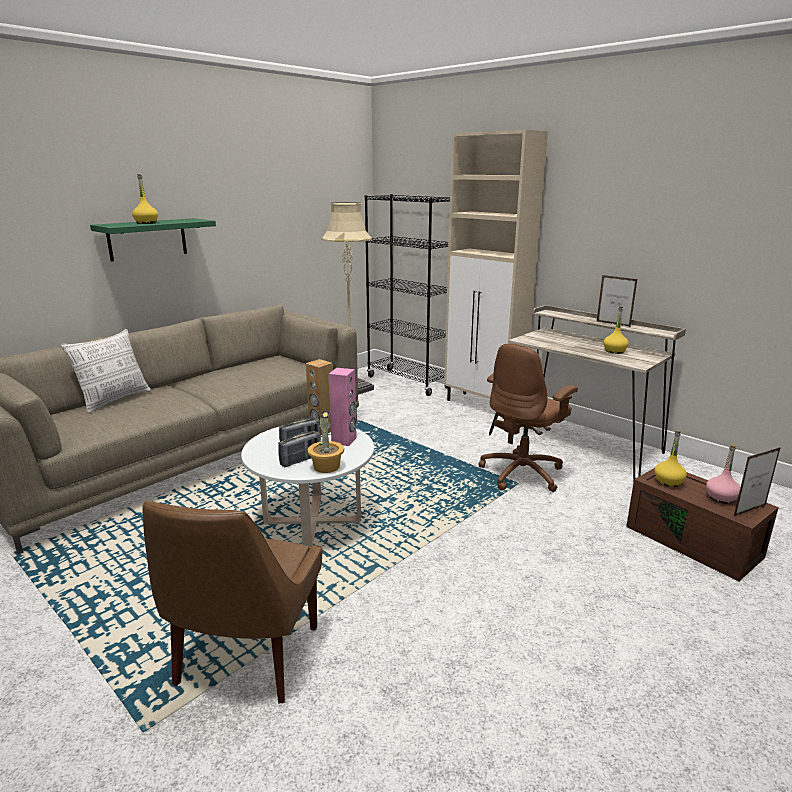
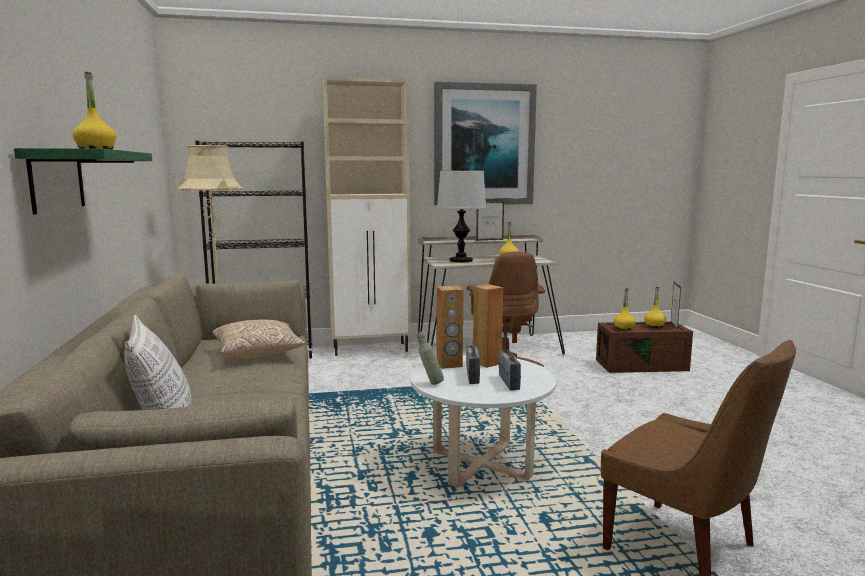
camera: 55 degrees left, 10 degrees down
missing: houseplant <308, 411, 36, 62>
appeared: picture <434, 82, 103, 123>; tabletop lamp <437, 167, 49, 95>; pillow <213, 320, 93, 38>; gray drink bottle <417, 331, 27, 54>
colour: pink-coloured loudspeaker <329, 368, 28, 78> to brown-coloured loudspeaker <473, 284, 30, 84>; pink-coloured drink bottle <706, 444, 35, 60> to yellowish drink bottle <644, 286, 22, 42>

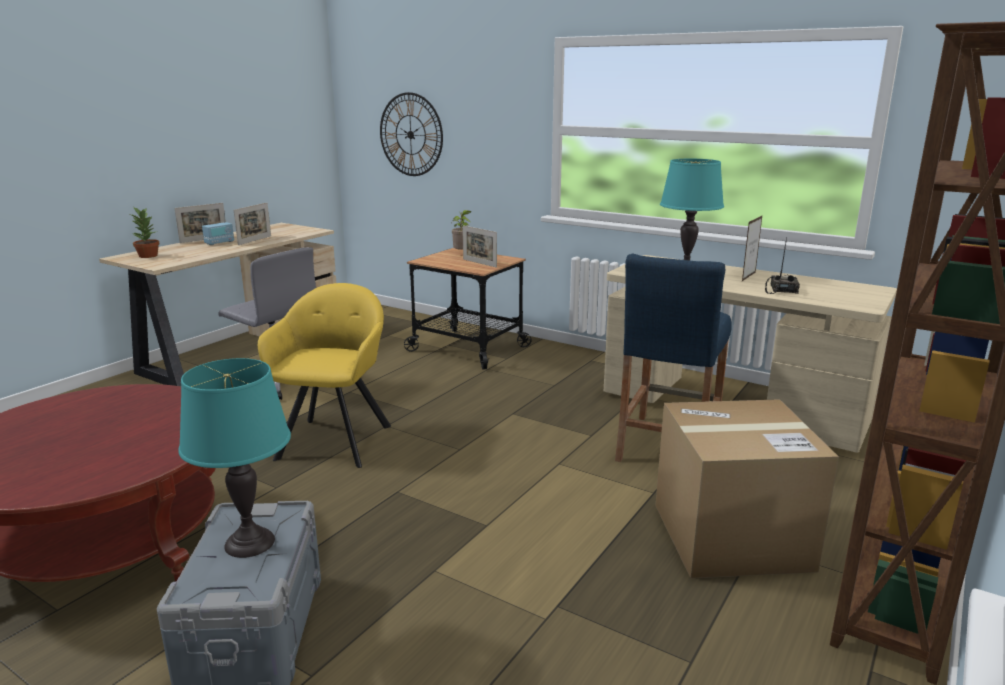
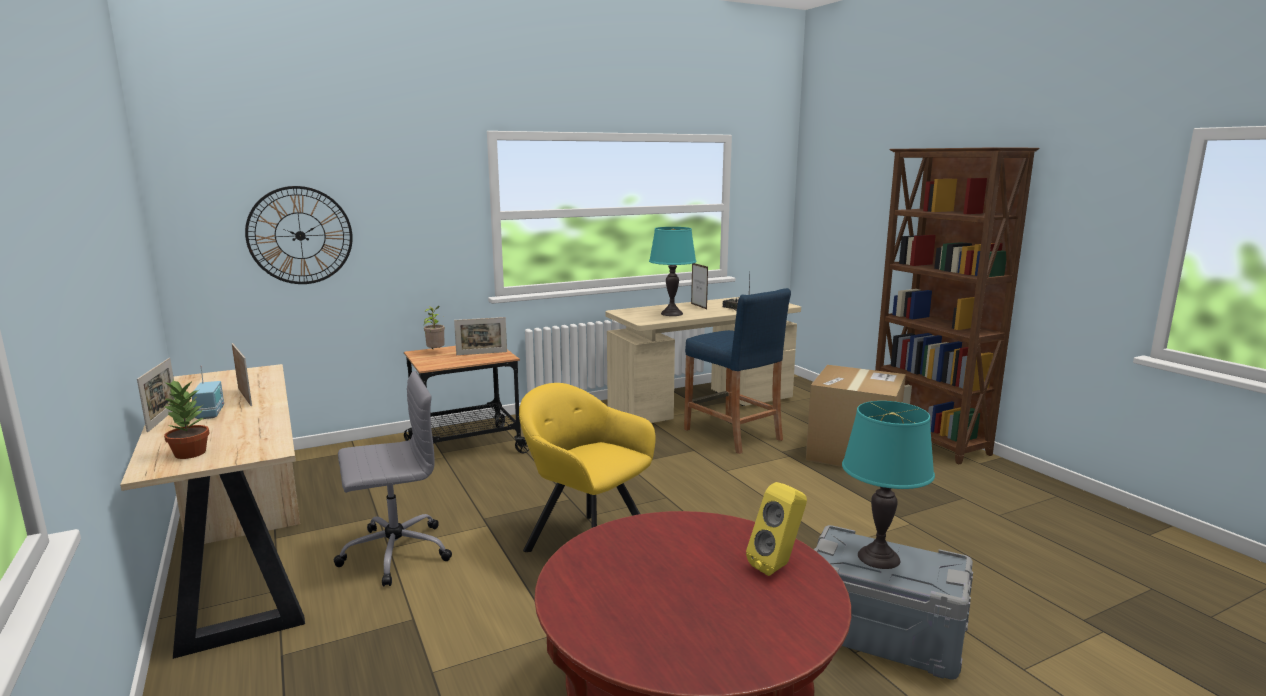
camera: 60 degrees left, 5 degrees down
appeared: yellowish loudspeaker <746, 482, 61, 94>

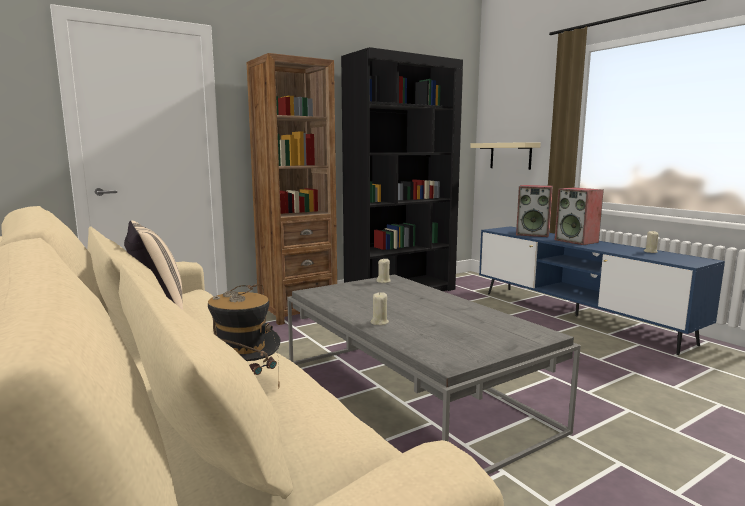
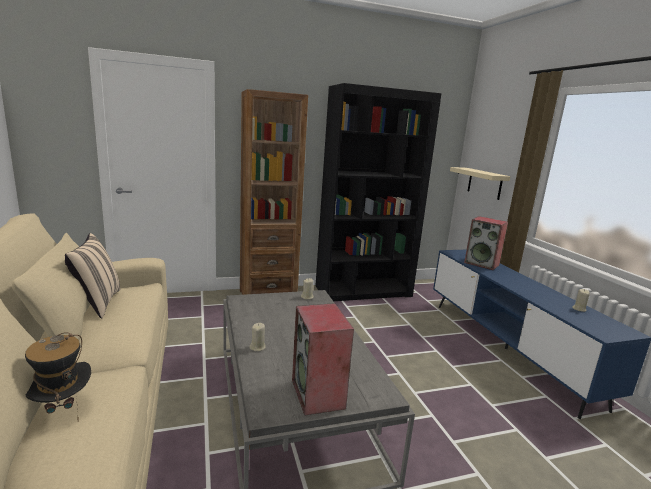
camera: 15 degrees right, 5 degrees up
relocated: loudspeaker <555, 188, 49, 57> to <292, 303, 62, 112>

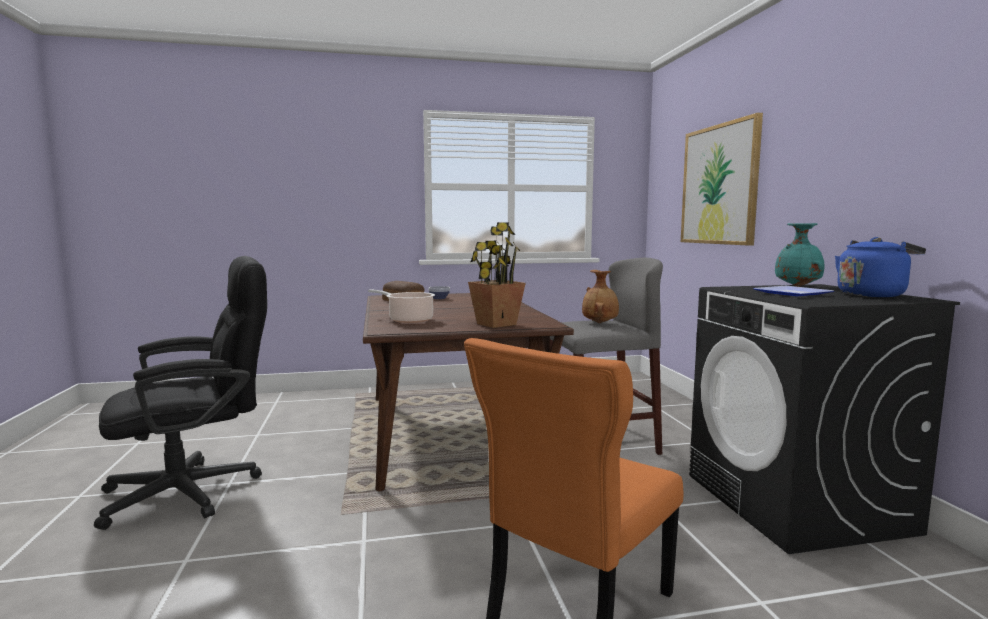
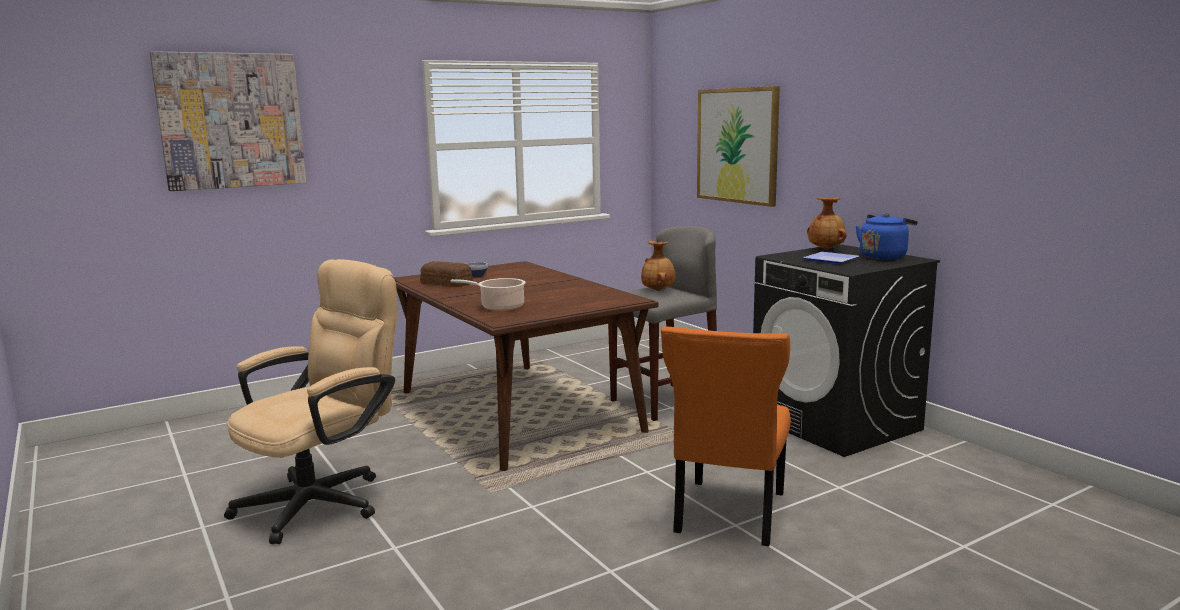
camera: 20 degrees left, 5 degrees up
missing: houseplant <468, 222, 58, 106>
appeared: picture <150, 51, 156, 140>
colour: turquoise-coloured vase <775, 223, 49, 64> to brown-coloured vase <807, 197, 40, 53>; blackish desk chair <94, 256, 173, 274> to beige desk chair <224, 259, 174, 285>

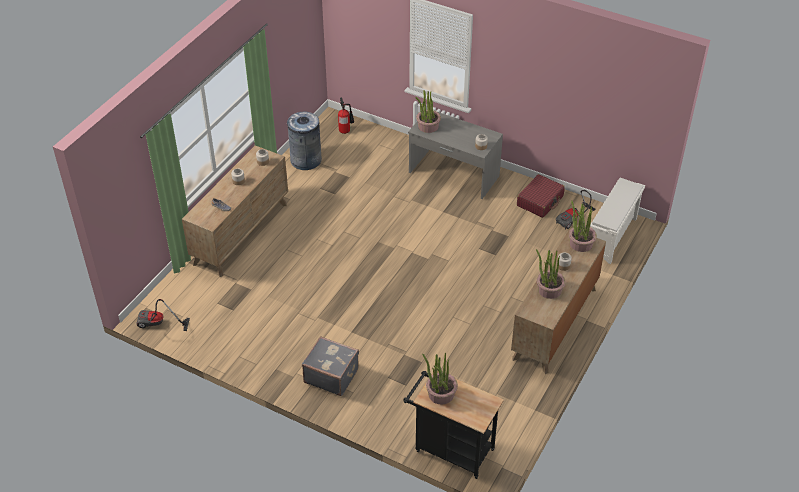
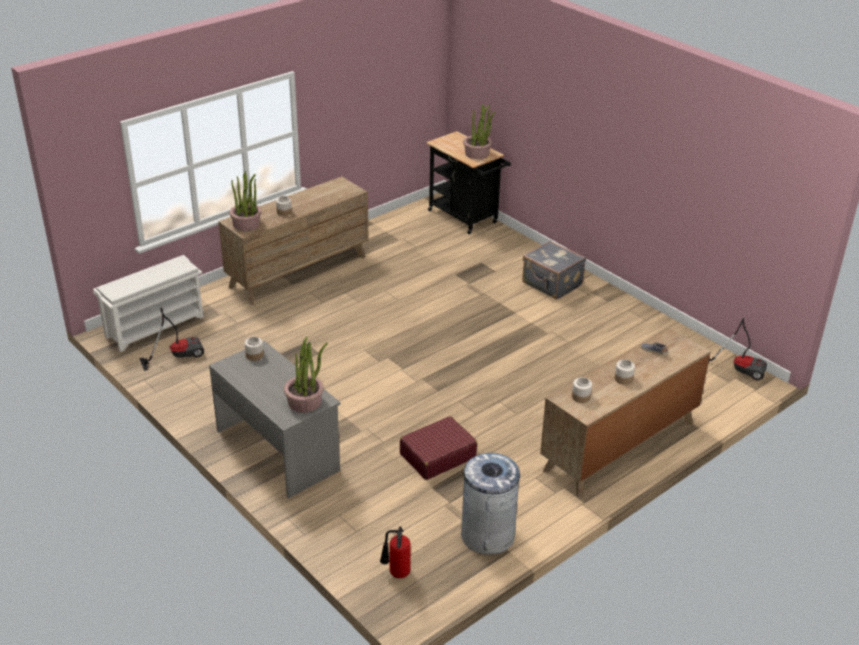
camera: 160 degrees left, 10 degrees down
missing: houseplant <536, 249, 30, 50>
relocated: red-coloured travel case <517, 174, 48, 44> to <400, 416, 77, 64>

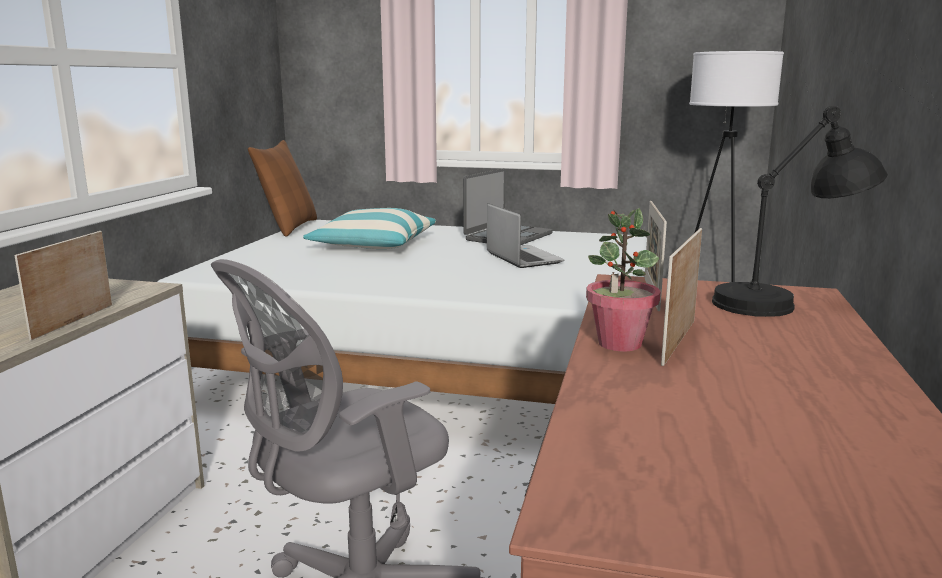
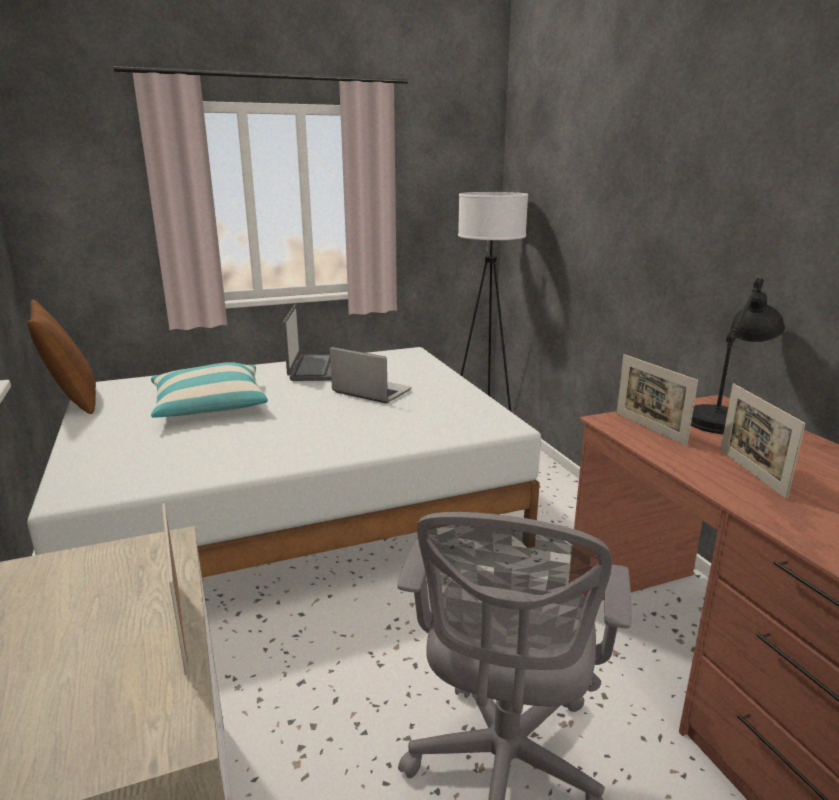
camera: 35 degrees left, 5 degrees up
missing: houseplant <586, 208, 75, 143>

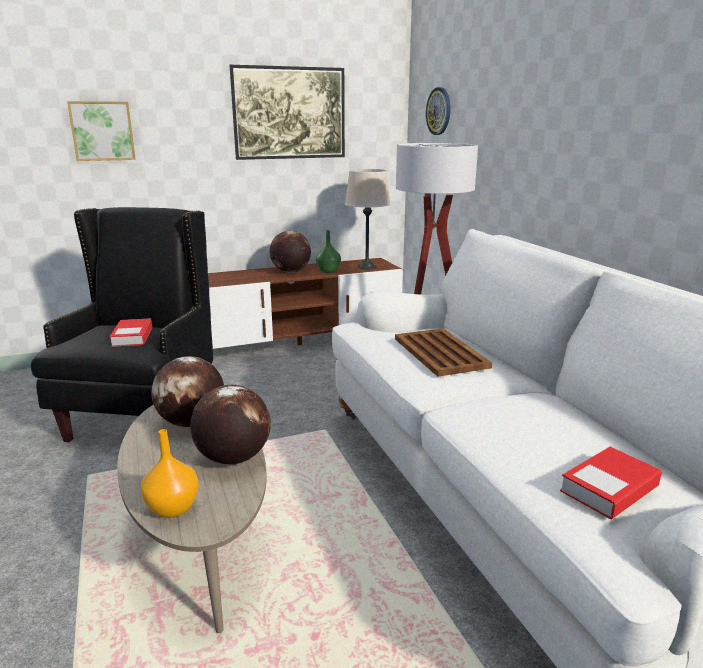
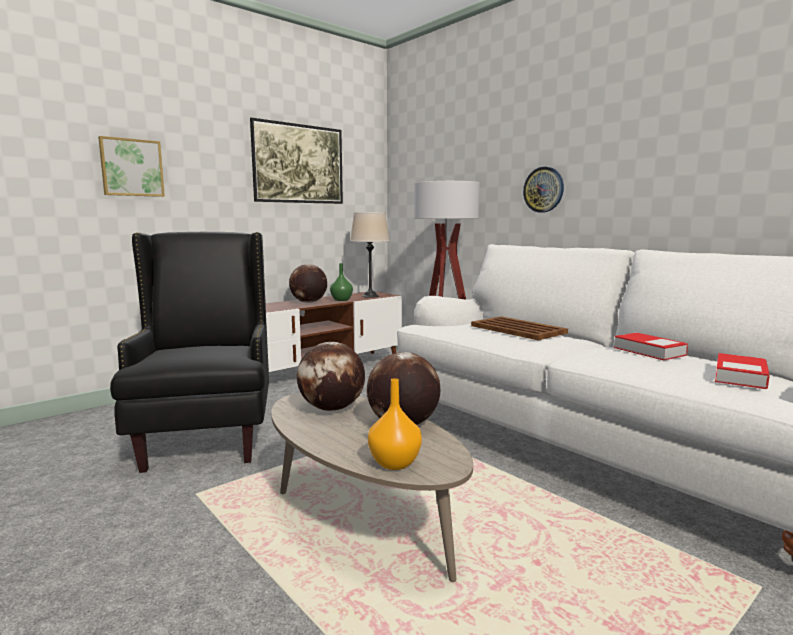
camera: 20 degrees left, 10 degrees down
relocated: hanging clock <426, 87, 25, 48> to <523, 167, 41, 46>; book <110, 319, 42, 28> to <614, 333, 74, 27>

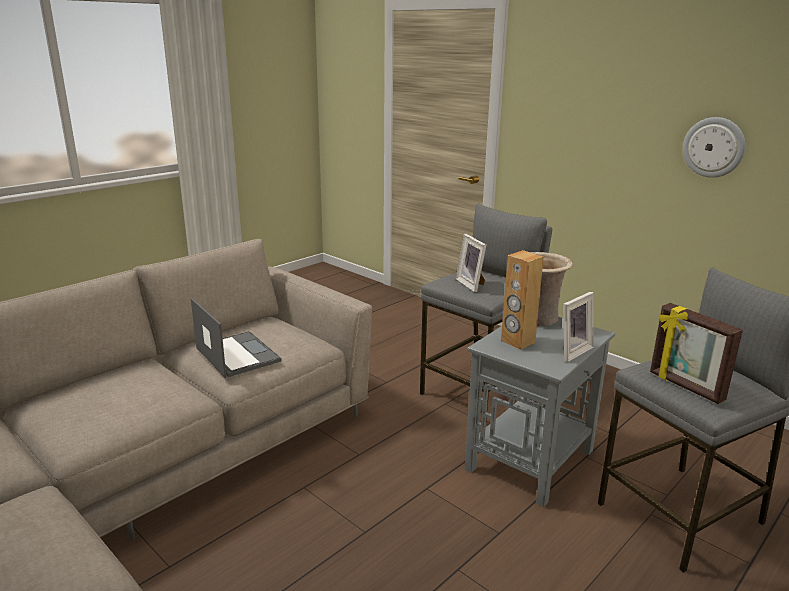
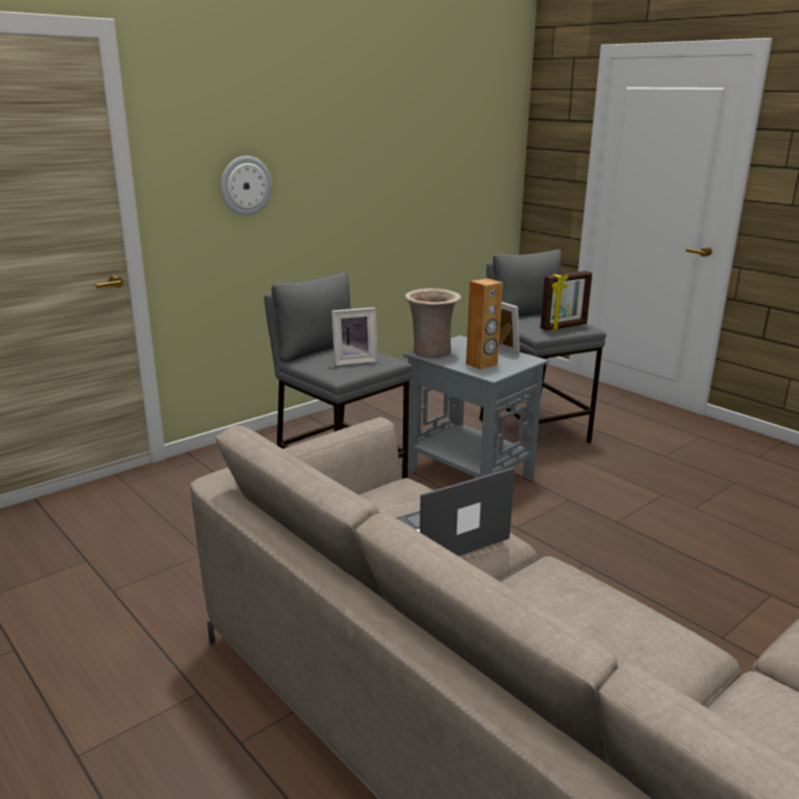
camera: 85 degrees left, 0 degrees up
relocated: hanging clock <683, 117, 62, 61> to <221, 156, 51, 60>

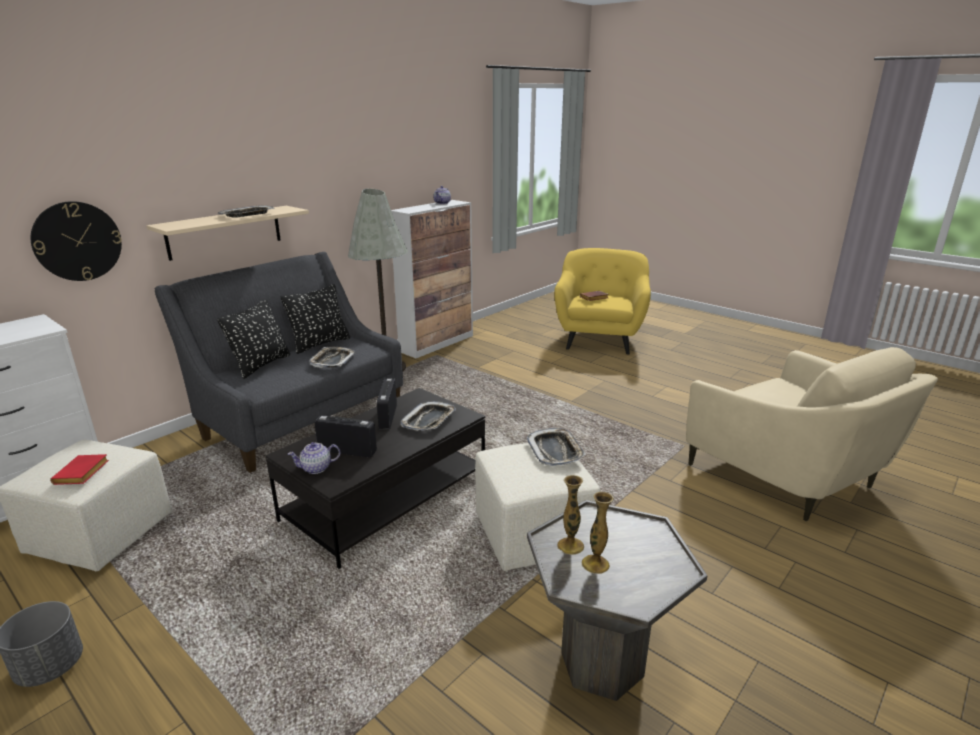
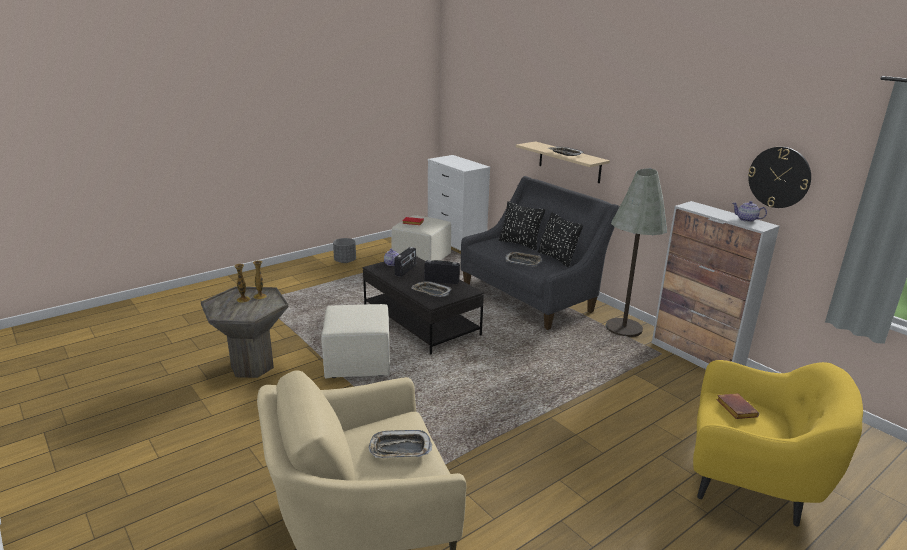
camera: 100 degrees right, 0 degrees up
relocated: hanging clock <30, 201, 92, 80> to <748, 147, 63, 61>; carrying tray <527, 428, 59, 38> to <368, 430, 64, 28>

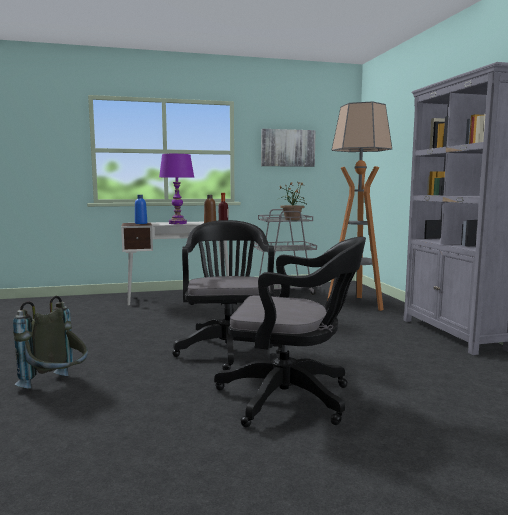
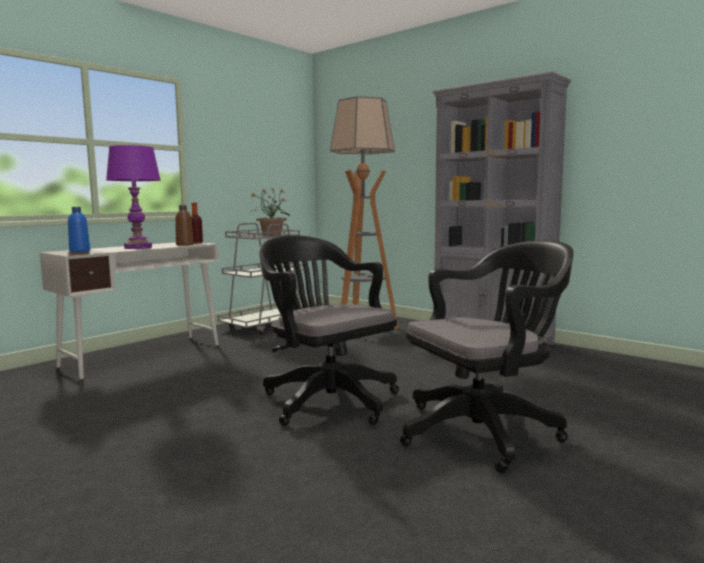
camera: 35 degrees left, 0 degrees up
missing: picture <261, 129, 55, 38>; gray knapsack <13, 296, 75, 93>

